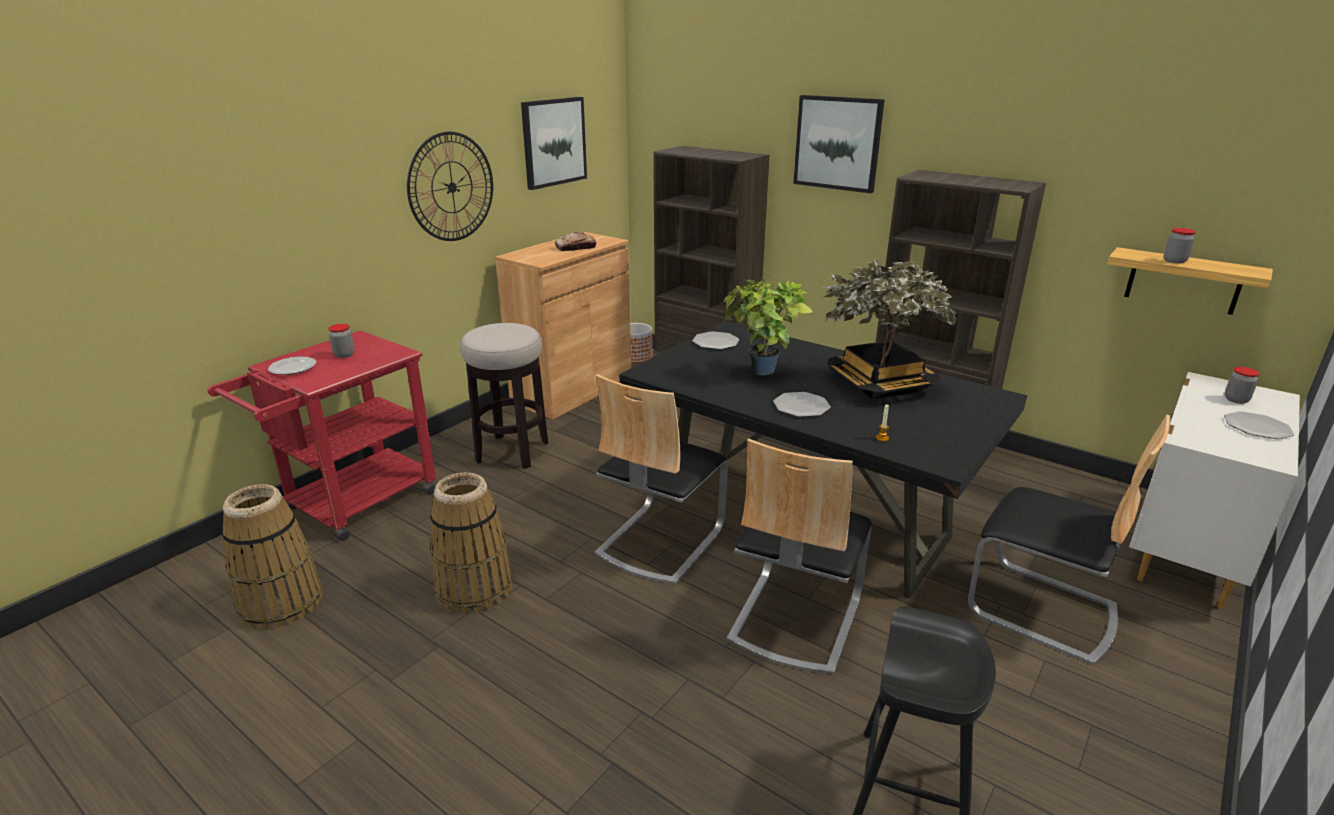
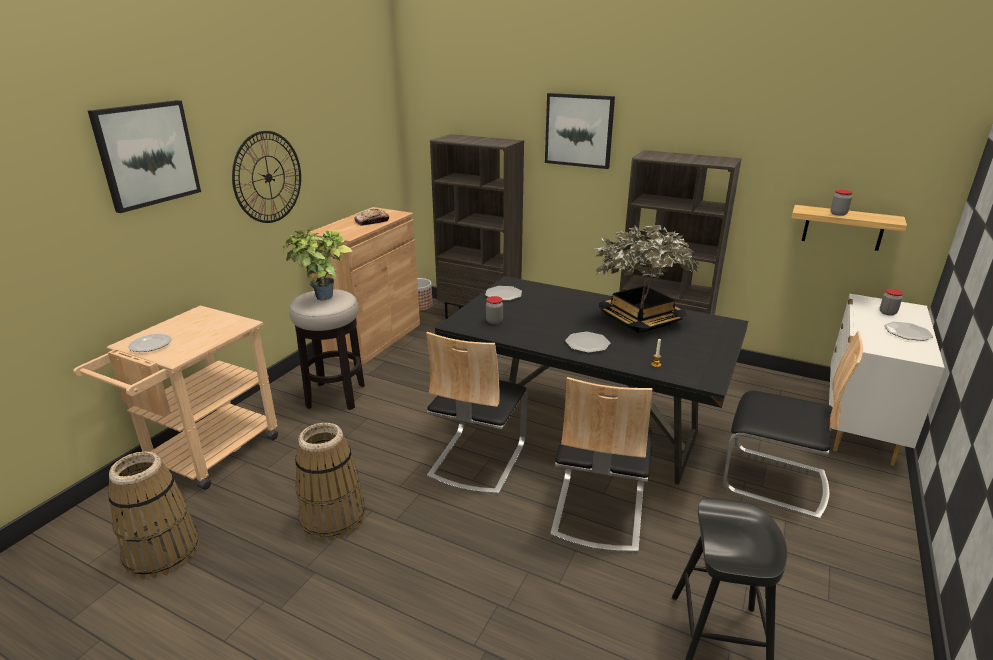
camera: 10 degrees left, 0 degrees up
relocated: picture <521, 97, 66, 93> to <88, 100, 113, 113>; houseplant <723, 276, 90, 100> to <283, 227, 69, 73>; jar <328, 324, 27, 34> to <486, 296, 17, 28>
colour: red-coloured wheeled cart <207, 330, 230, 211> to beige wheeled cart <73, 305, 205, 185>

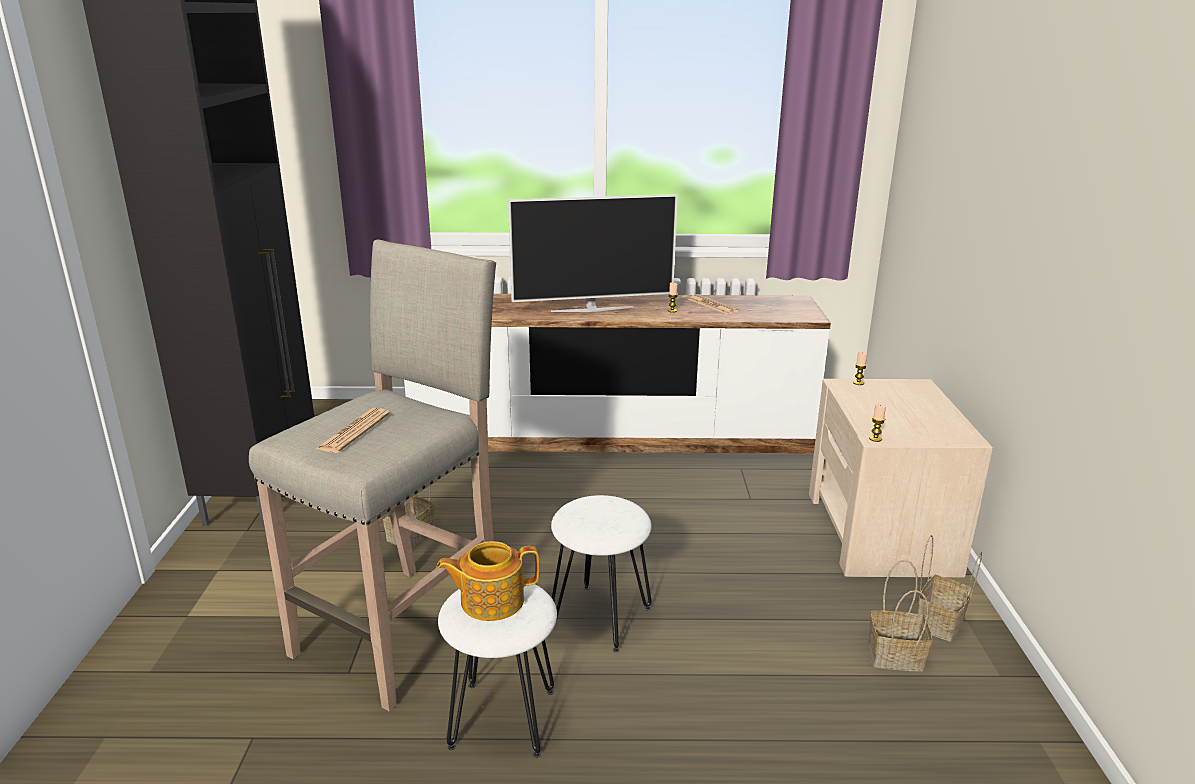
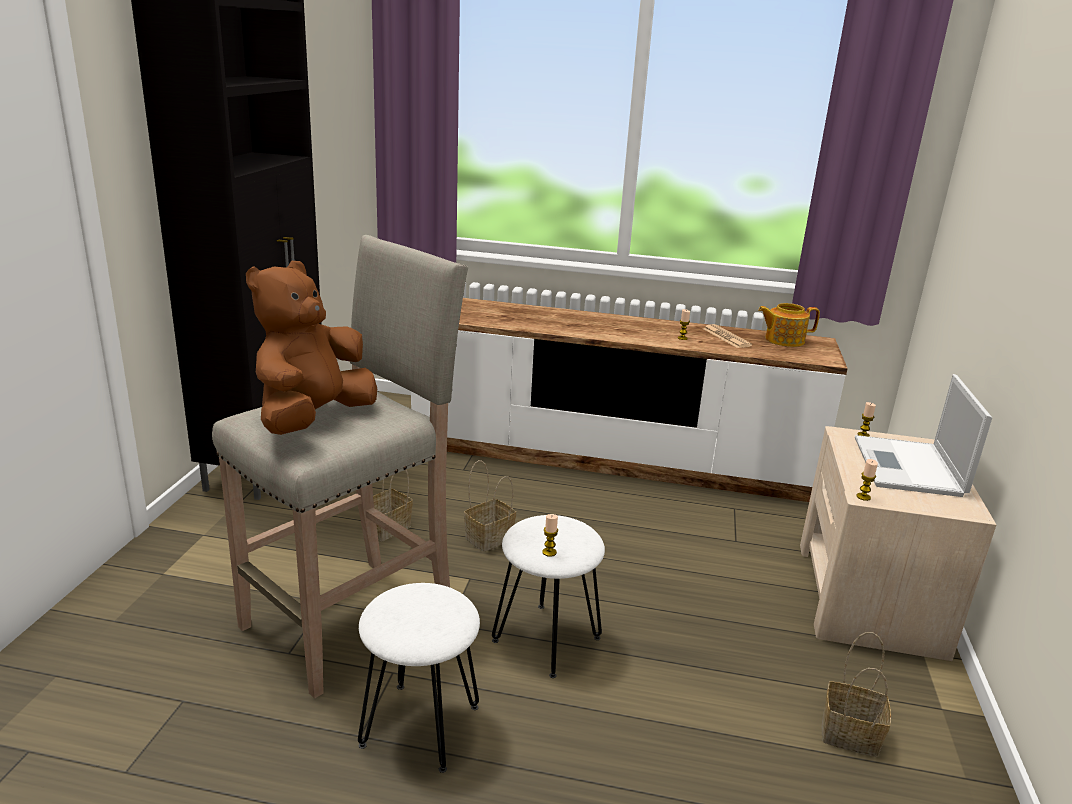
camera: 10 degrees right, 0 degrees up
missing: television <508, 194, 170, 118>
appeared: laptop <855, 374, 137, 123>; wax light <542, 514, 16, 43>
relocated: basket <917, 535, 65, 107> to <464, 460, 52, 92>; tea pot <437, 541, 102, 80> to <758, 303, 62, 44>
exchanged: printed paper <316, 408, 74, 45> to brown-coloured plush toy <246, 261, 131, 174>

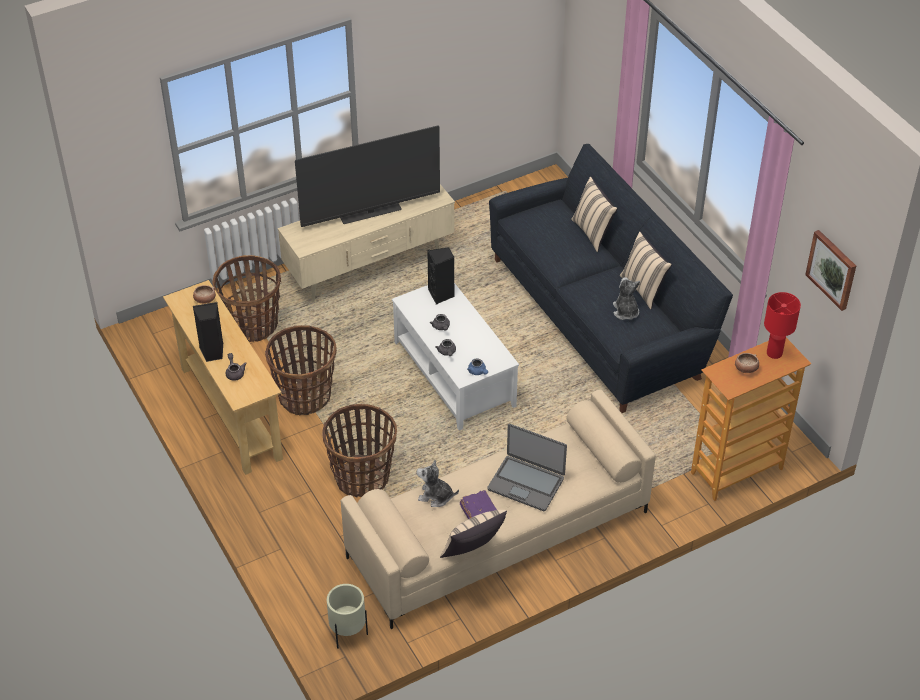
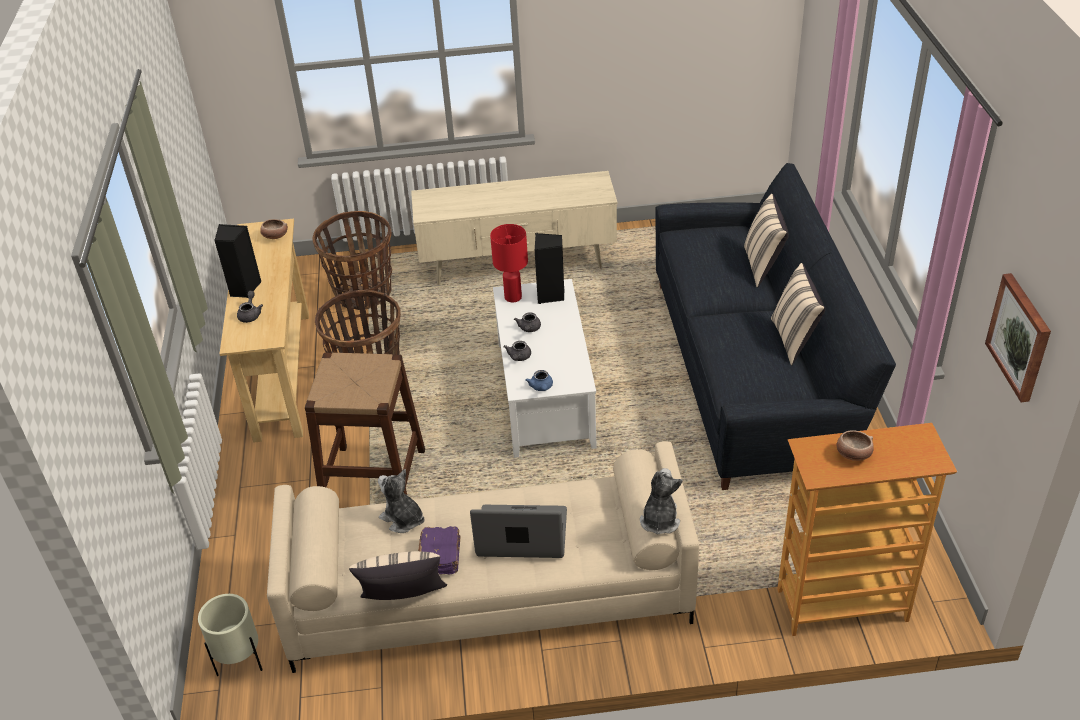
camera: 25 degrees right, 5 degrees down
missing: television <295, 125, 145, 102>
relocated: plush toy <613, 277, 27, 43> to <640, 468, 43, 66>; red-coloured tabletop lamp <764, 292, 37, 67> to <490, 224, 38, 79>
exchanged: basket <322, 404, 75, 93> to brown-coloured stool <305, 353, 120, 142>
spun: laptop <487, 424, 80, 87> = <470, 505, 97, 53> 135 degrees clockwise

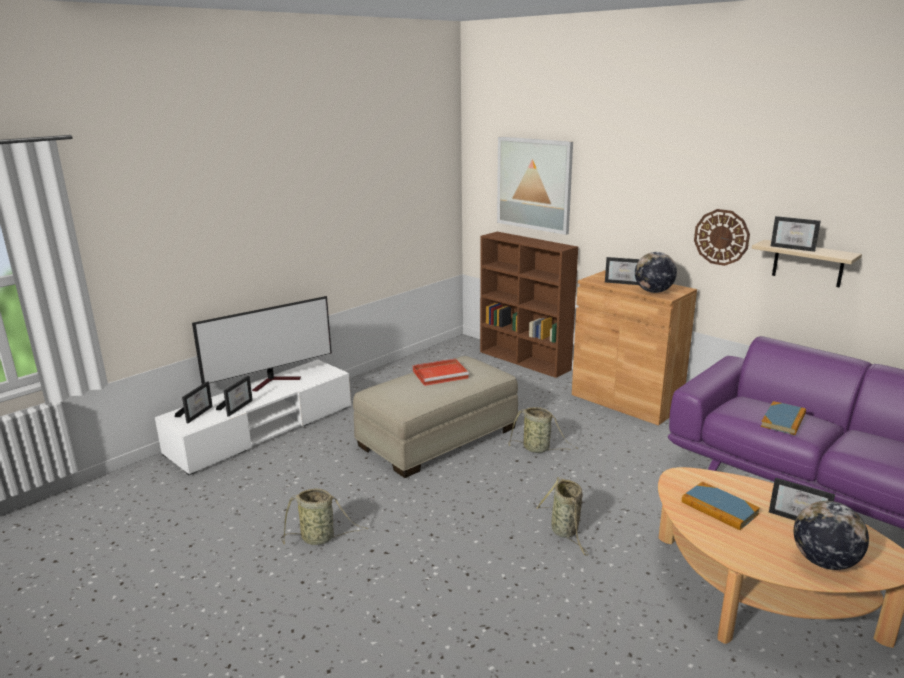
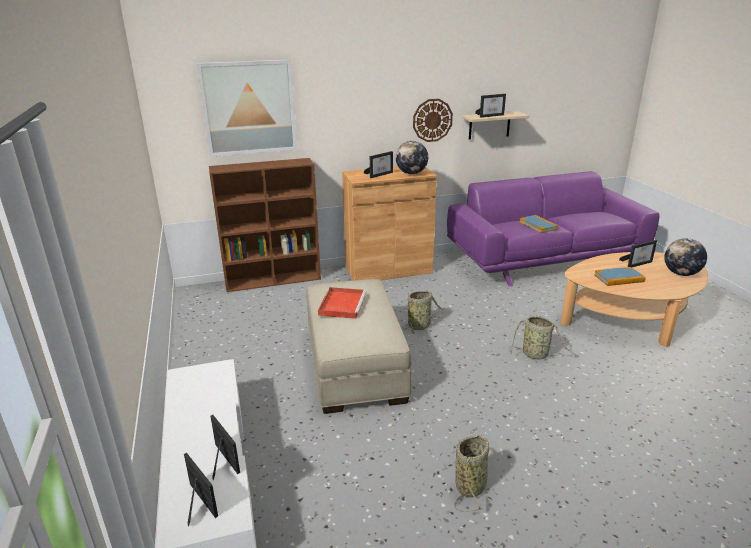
camera: 60 degrees left, 5 degrees up
missing: television <192, 296, 140, 95>

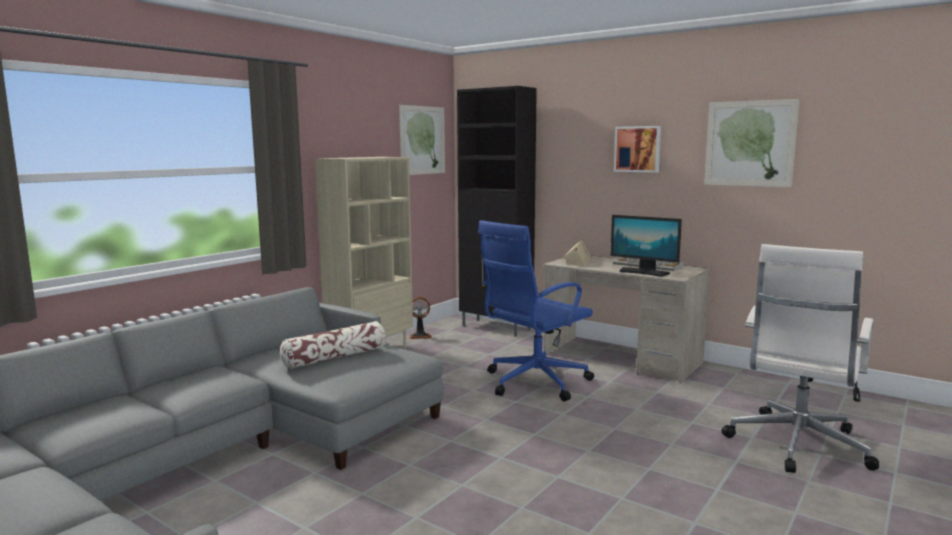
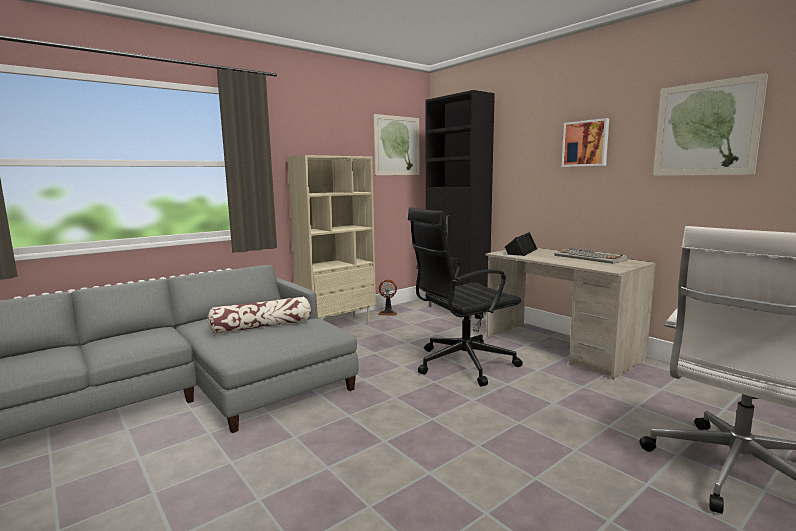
camera: 15 degrees right, 0 degrees up
missing: computer screen <611, 215, 71, 62>
colour: bluish desk chair <478, 220, 116, 181> to blackish desk chair <408, 208, 115, 179>; beige loudspeaker <564, 239, 27, 27> to blackish loudspeaker <505, 232, 33, 24>

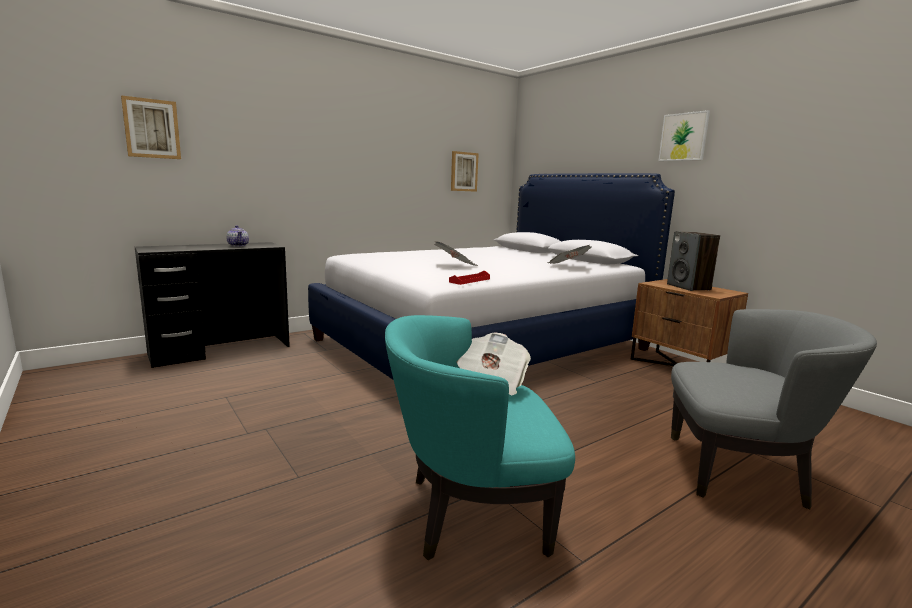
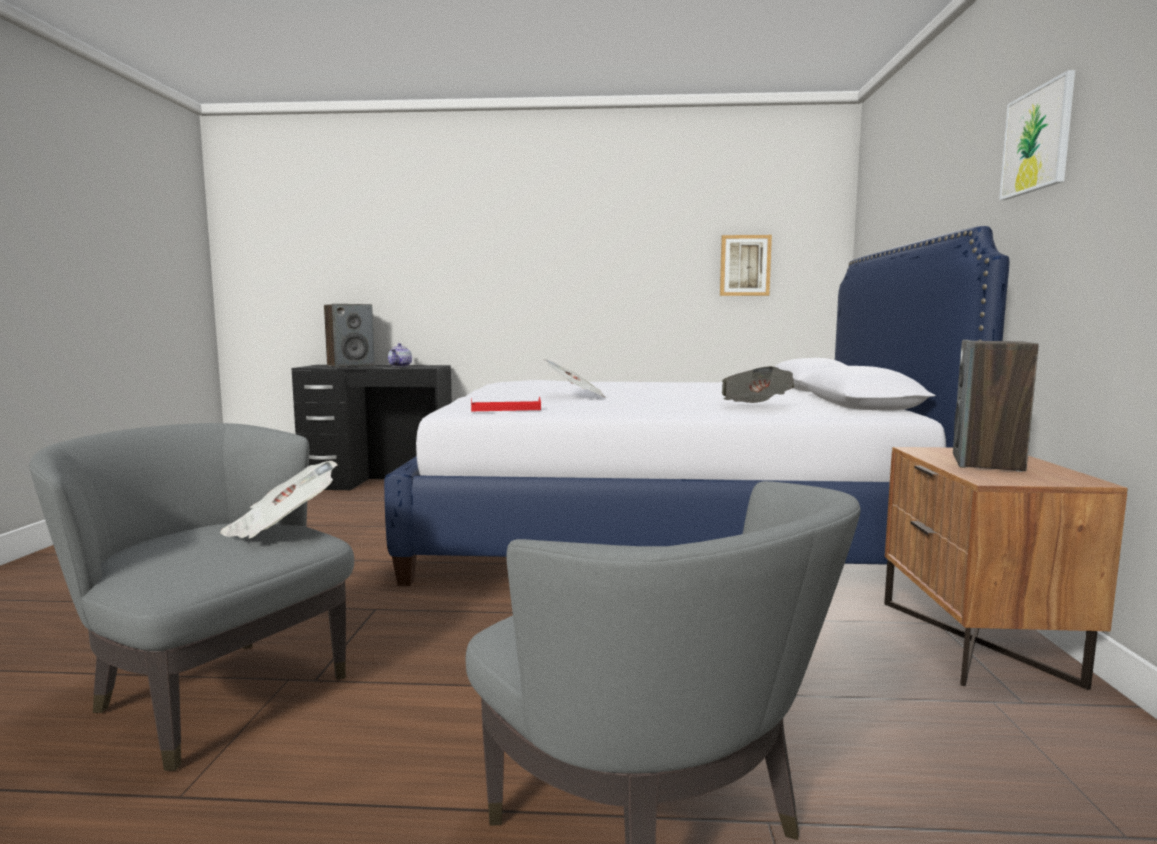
camera: 40 degrees right, 5 degrees down
missing: picture <121, 95, 60, 64>
appeared: loudspeaker <324, 304, 51, 63>
colour: turquoise-coloured easy chair <385, 315, 190, 245> to gray easy chair <29, 423, 325, 348>

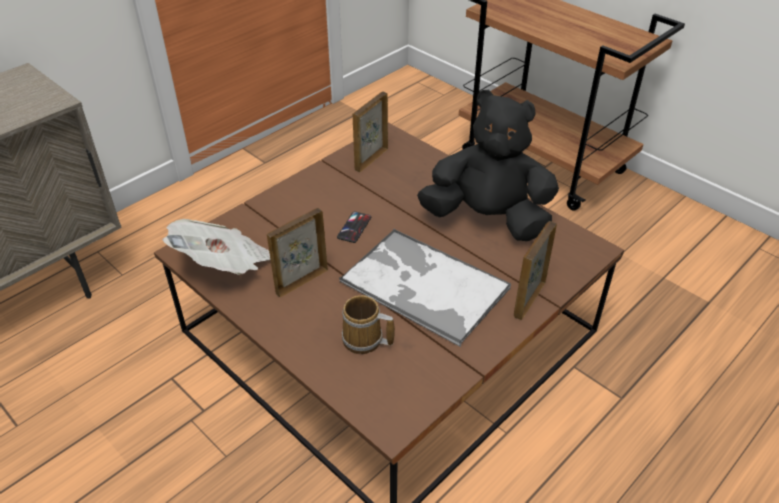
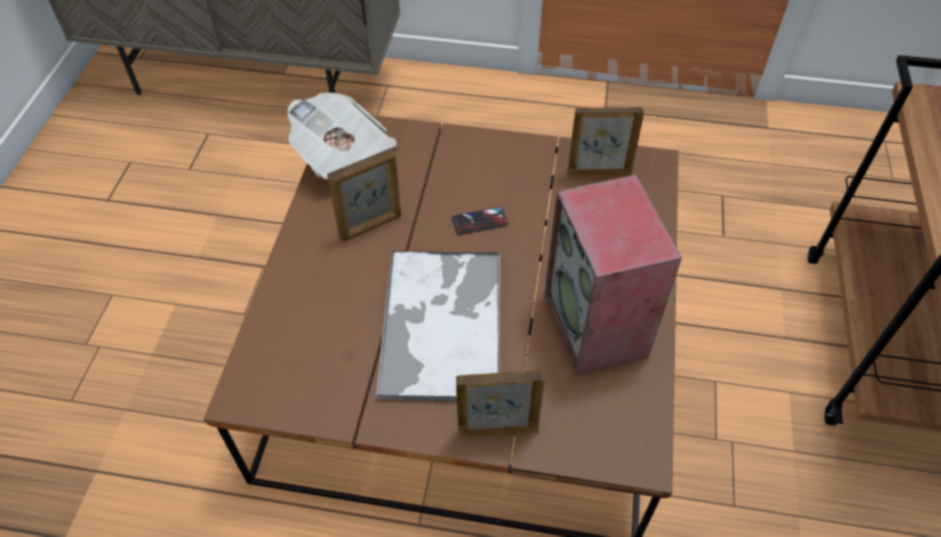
camera: 55 degrees right, 10 degrees up
missing: tea mug <342, 295, 53, 59>
exchanged: blackish plush toy <417, 90, 142, 151> to loudspeaker <544, 175, 138, 199>
spun: standing frame <267, 208, 61, 90> = <327, 148, 74, 94> 135 degrees clockwise

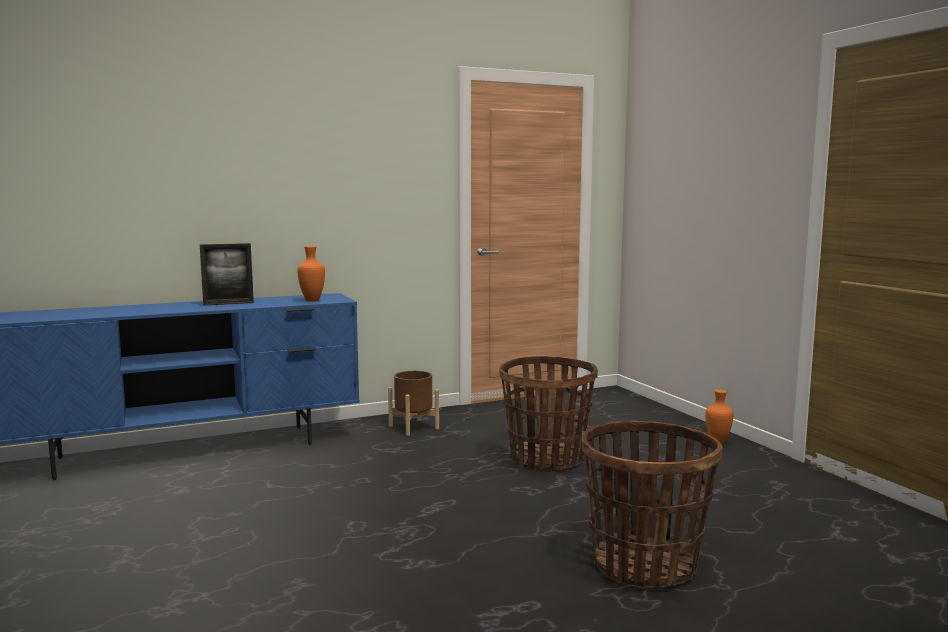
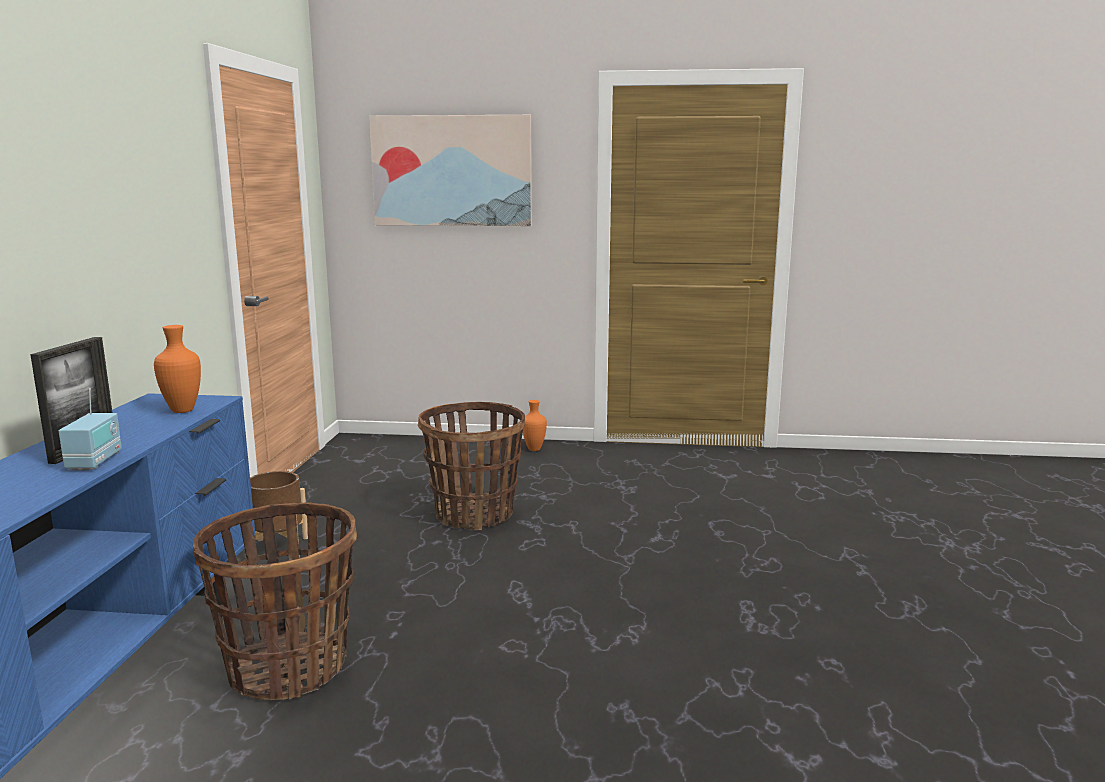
camera: 60 degrees left, 5 degrees up
appeared: picture <369, 115, 163, 111>; radio set <59, 388, 63, 82>
relocated: basket <581, 420, 142, 169> to <193, 502, 164, 199>

